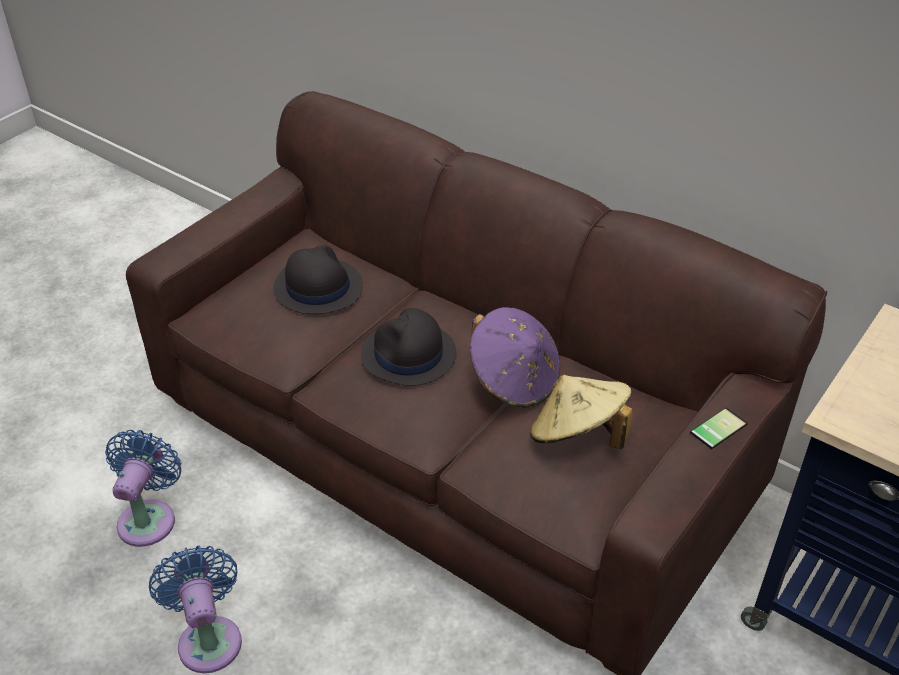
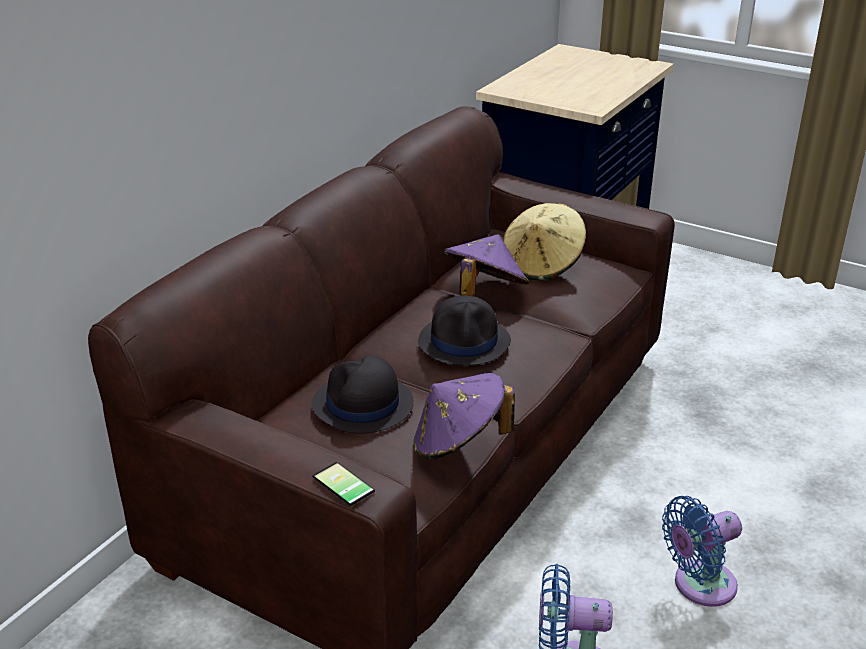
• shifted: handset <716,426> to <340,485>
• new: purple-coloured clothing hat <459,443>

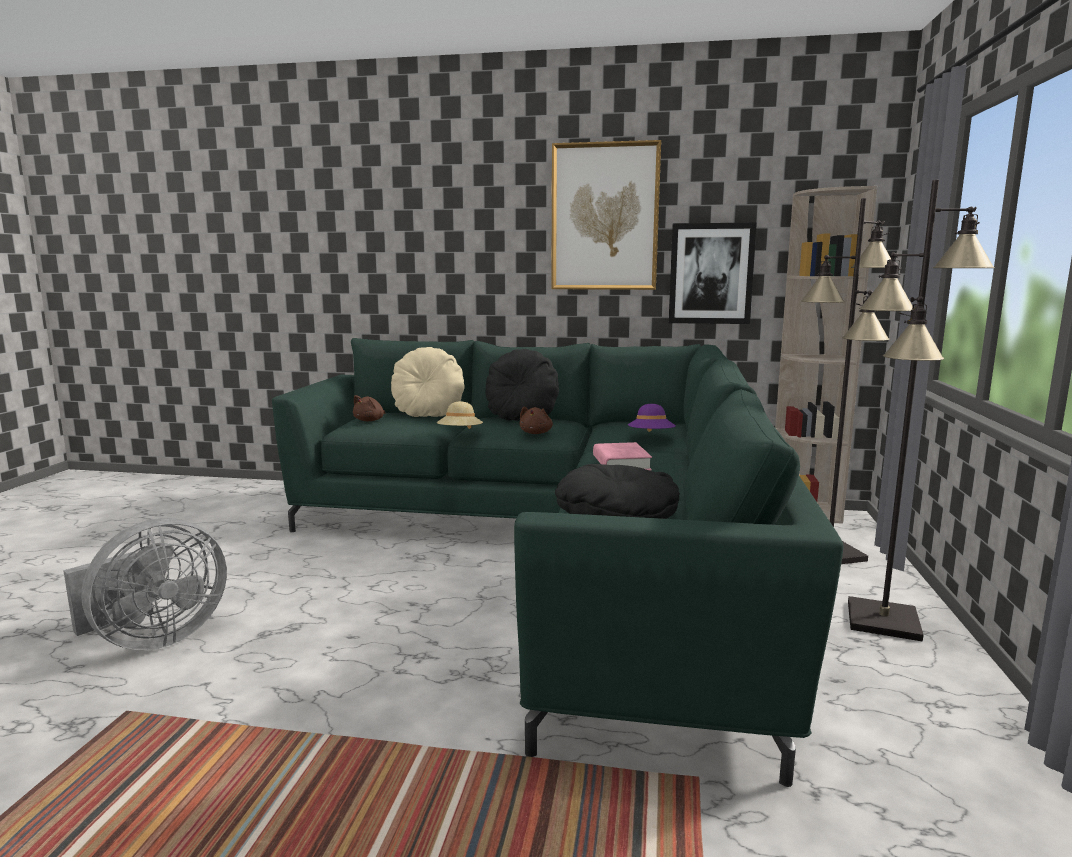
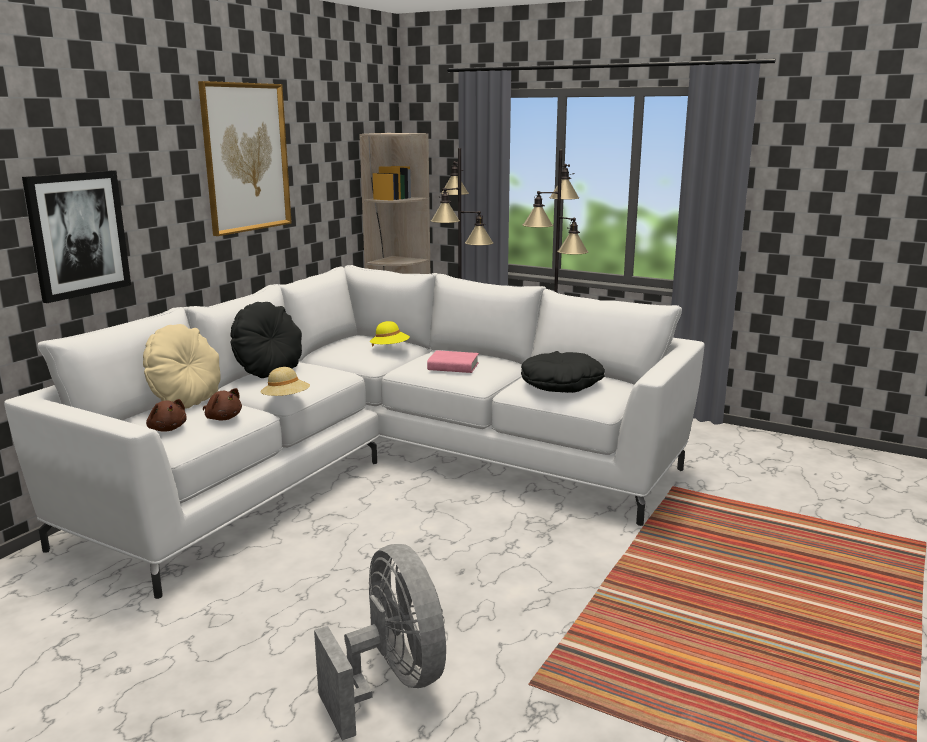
• repainted: green couch <561,555> to whitish couch <381,469>
• shifted: brown-coloured plush toy <536,433> to <223,418>
• repainted: purple-coloured clothing hat <651,437> to yellow clothing hat <390,348>
• shifted: wall picture <711,274> to <78,234>

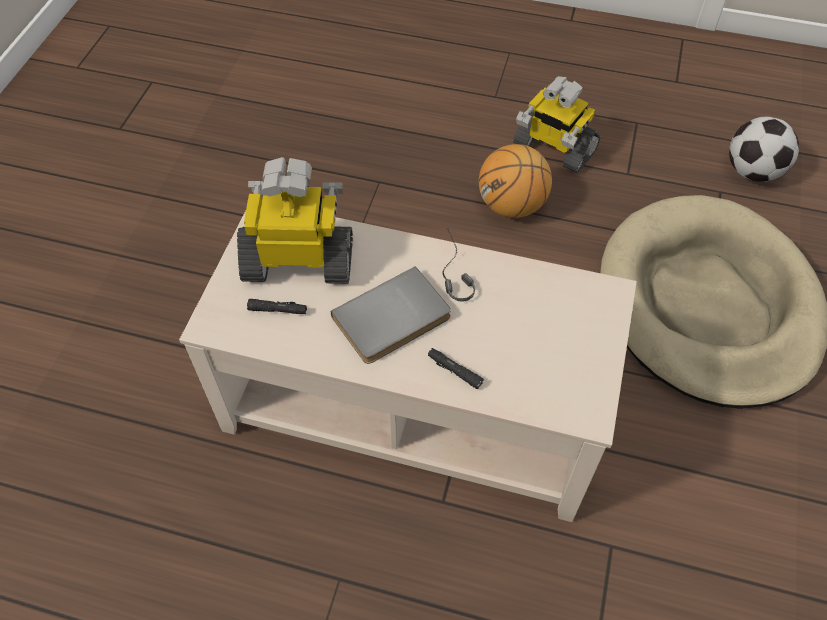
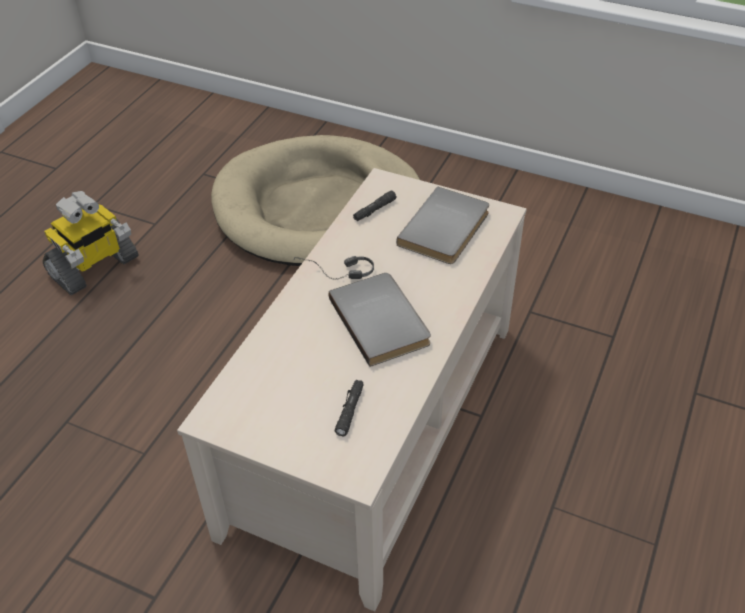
• gone: model robot <300,260>
• shifted: black-coloured hand torch <454,371> to <374,210>
• gone: basketball <511,205>
• gone: football <752,172>
• new: grey volume <447,229>

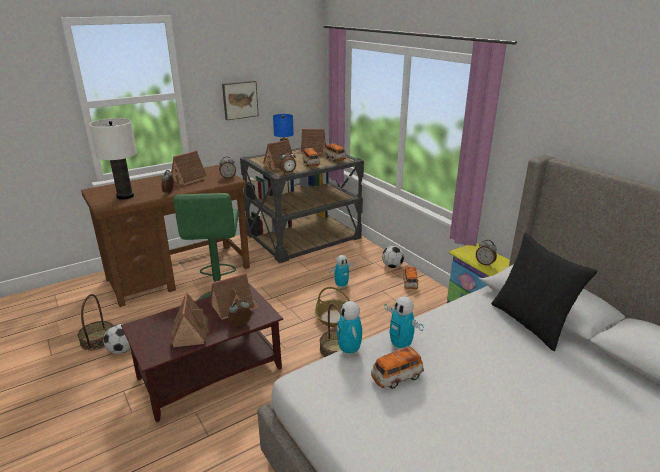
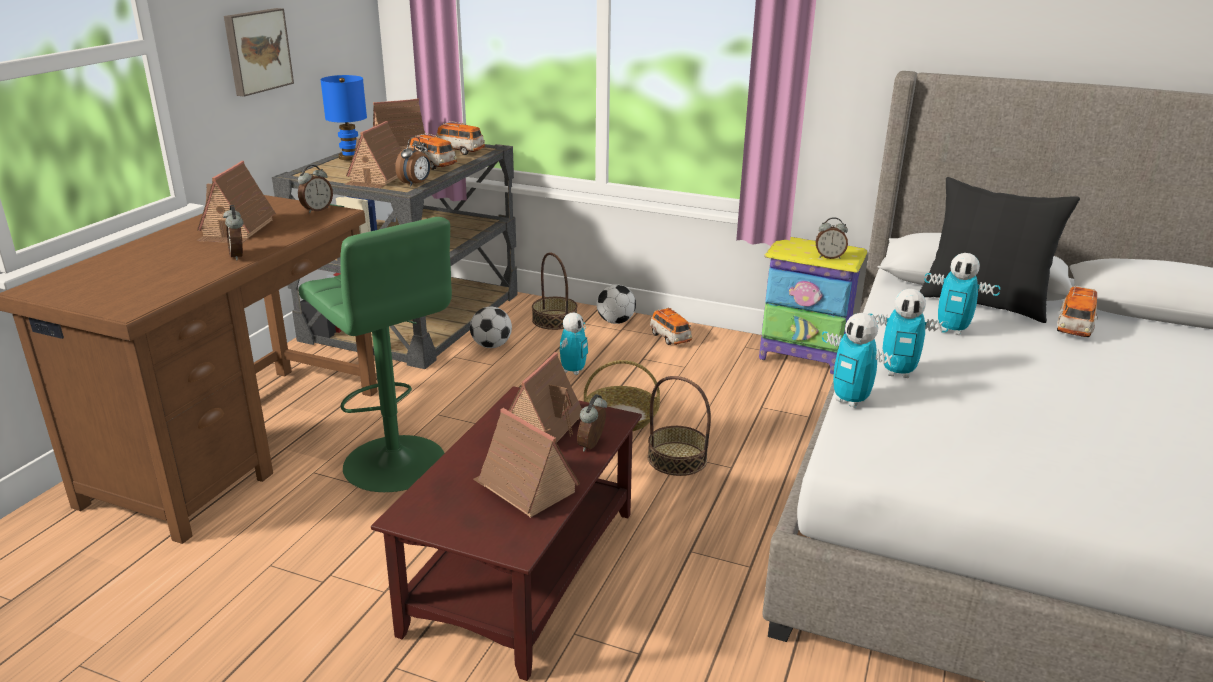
• shifted: household basket <98,340> to <555,320>
• gone: whitish table lamp <125,196>
• shifted: football <122,350> to <492,345>
• shifted: miniature car <396,377> to <1074,328>
• new: model robot <952,330>

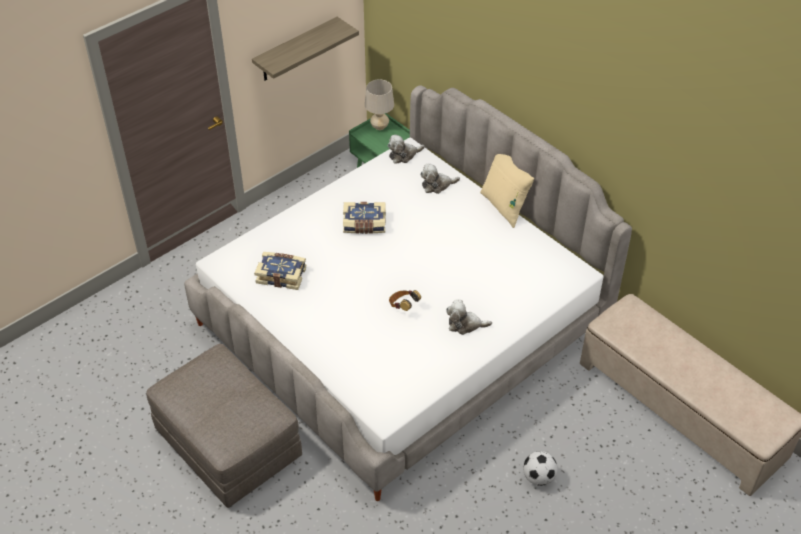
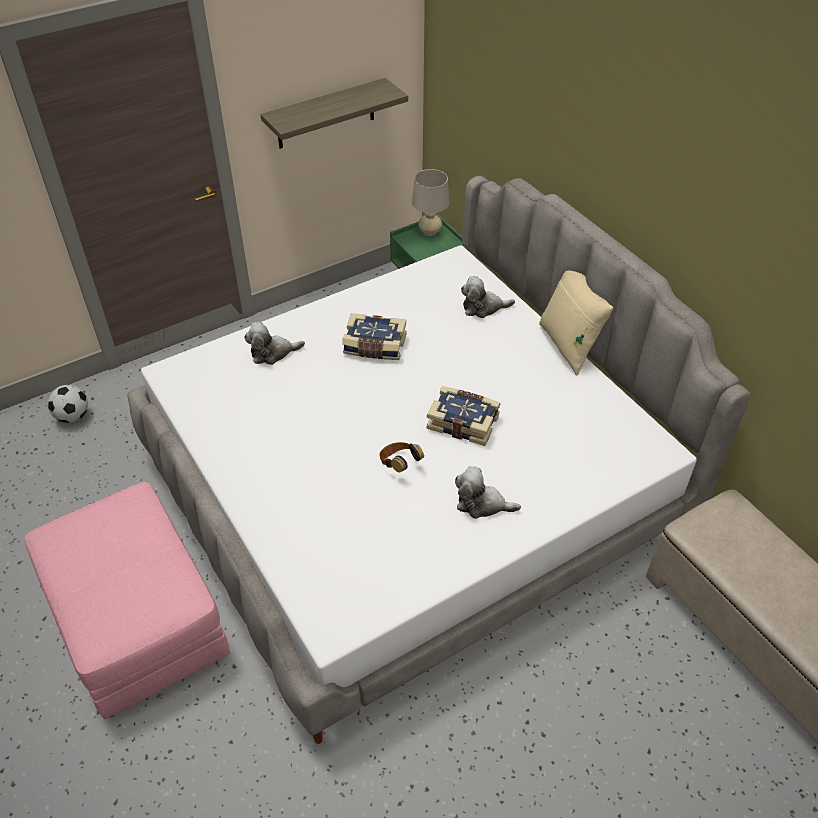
• repainted: grey footrest <229,443> to pink footrest <139,620>
• shifted: volume <281,275> to <463,422>
• shifted: plush toy <403,155> to <272,353>
• shifted: football <538,477> to <73,416>

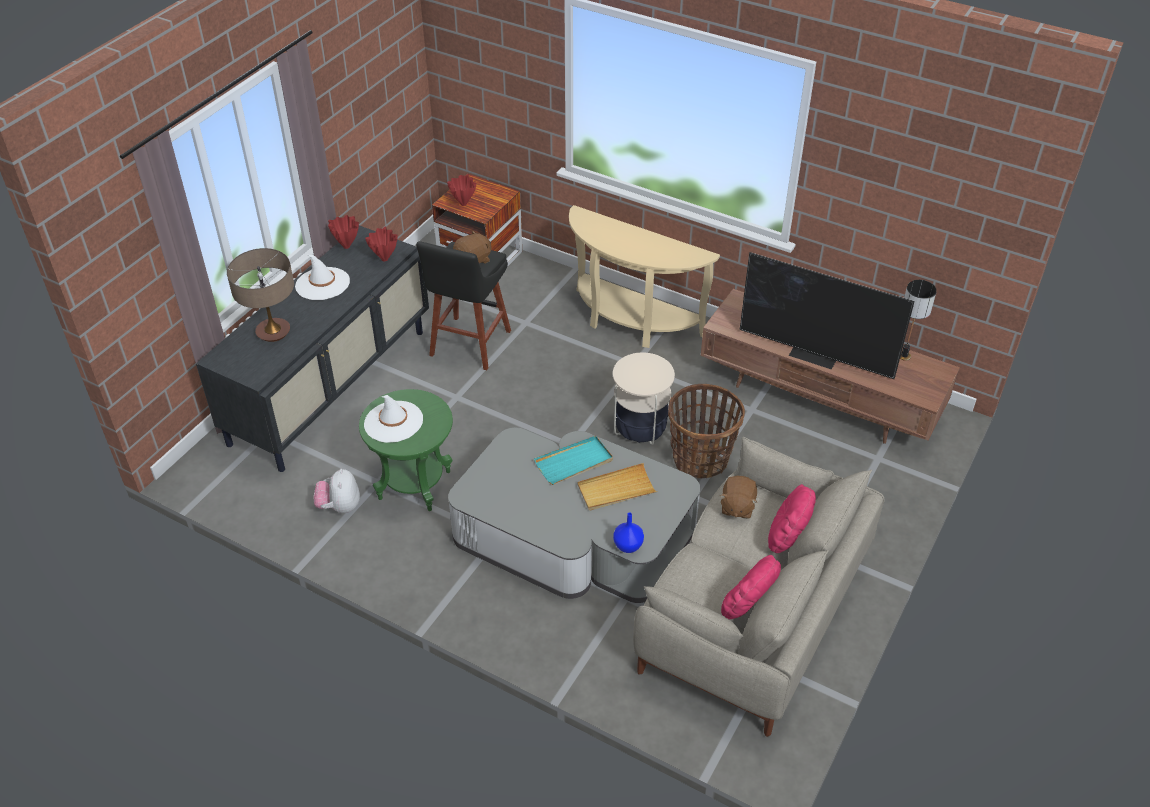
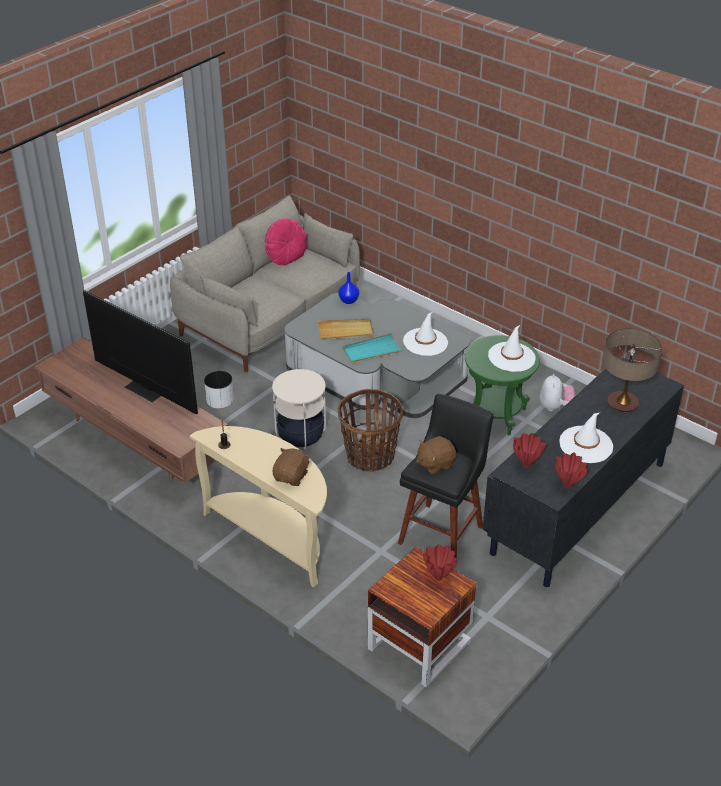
• shifted: household basket <700,459> to <370,456>
• shifted: brown-coloured plush toy <737,507> to <291,477>
• gone: pink pillow <787,539>
• shifted: table lamp <904,356> to <224,445>
• new: whitish clothing hat <425,342>

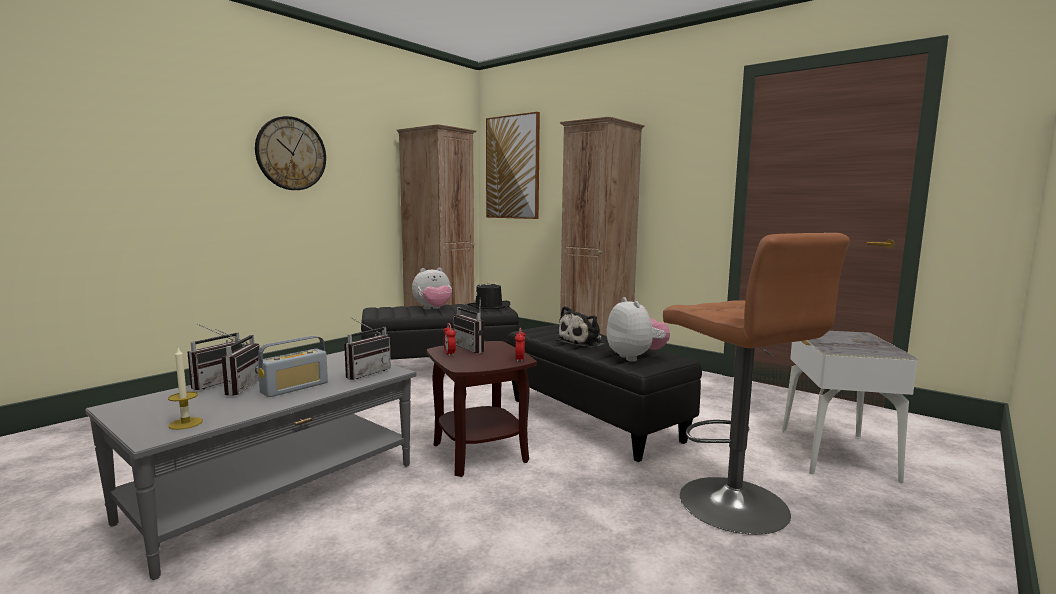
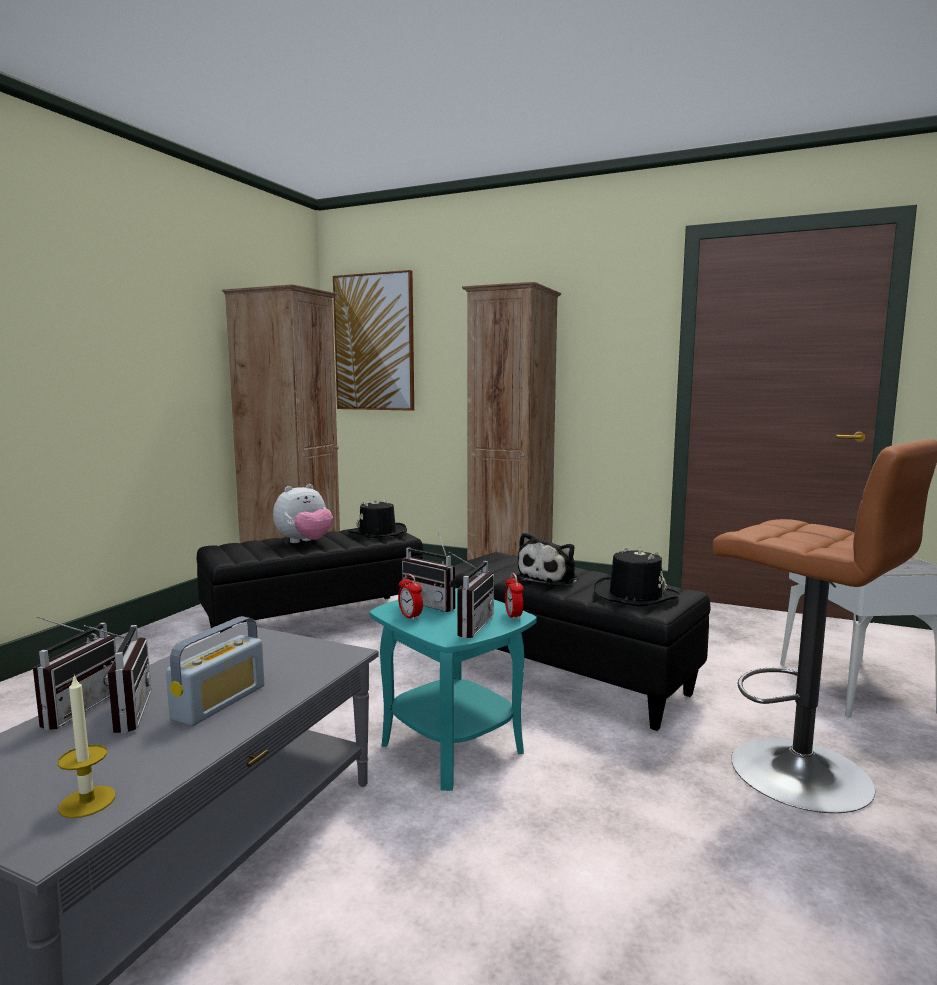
• gone: clock on the wall <291,154>
• shifted: radio receiver <365,373> to <468,626>
• repainted: brown-coloured end table <480,452> to blue-green end table <453,747>
• swapped: plush toy <635,357> to black-coloured clothing hat <634,595>

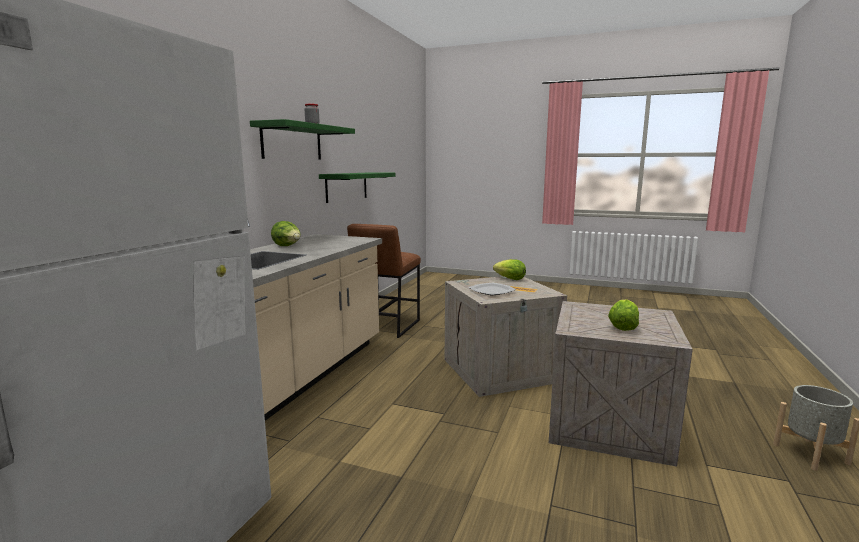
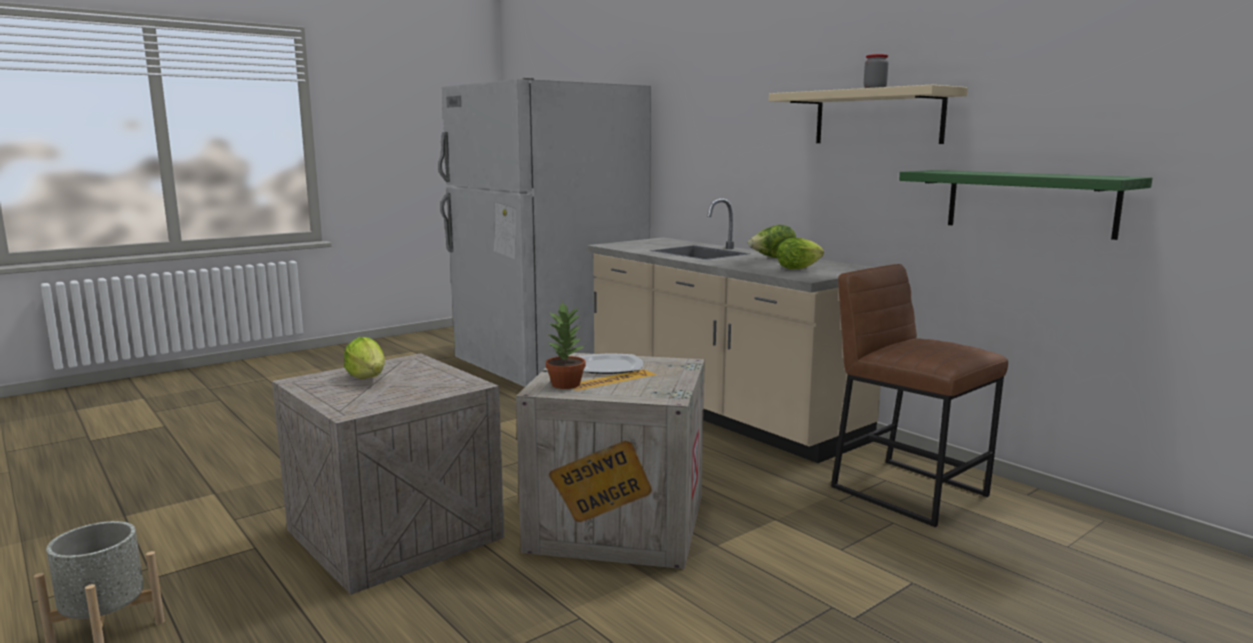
• repainted: green wall shelf <292,142> to sand-coloured wall shelf <877,117>
• shifted: lettuce head <510,279> to <797,268>
• new: plant in a pot <566,384>

